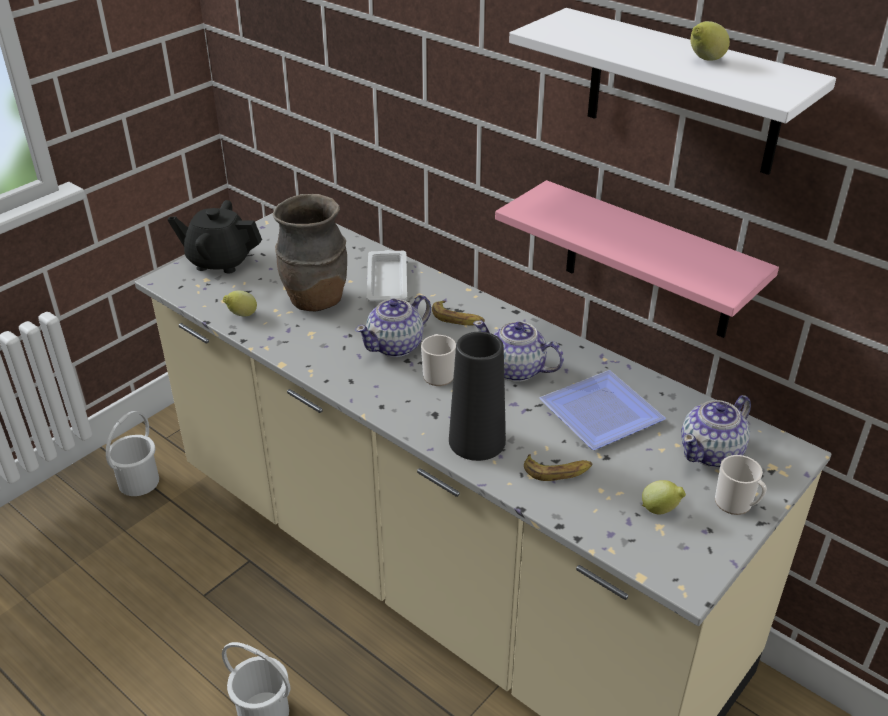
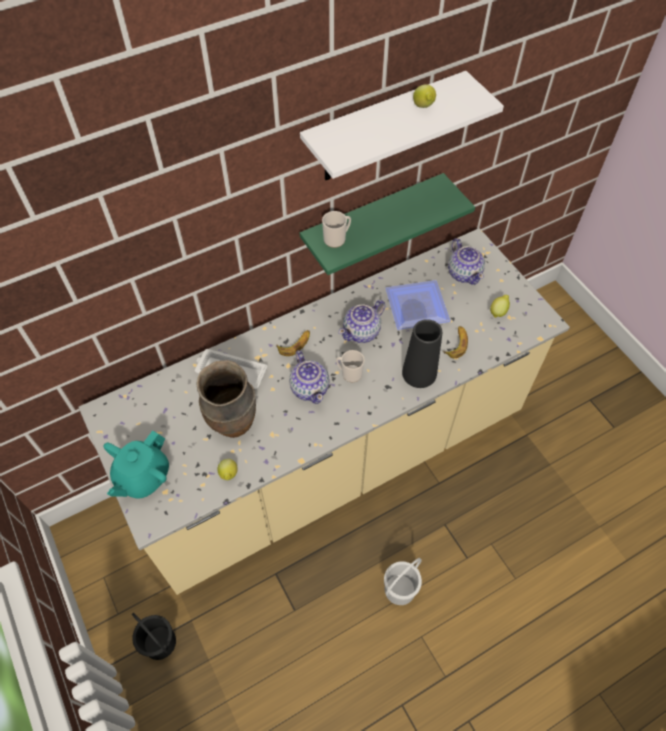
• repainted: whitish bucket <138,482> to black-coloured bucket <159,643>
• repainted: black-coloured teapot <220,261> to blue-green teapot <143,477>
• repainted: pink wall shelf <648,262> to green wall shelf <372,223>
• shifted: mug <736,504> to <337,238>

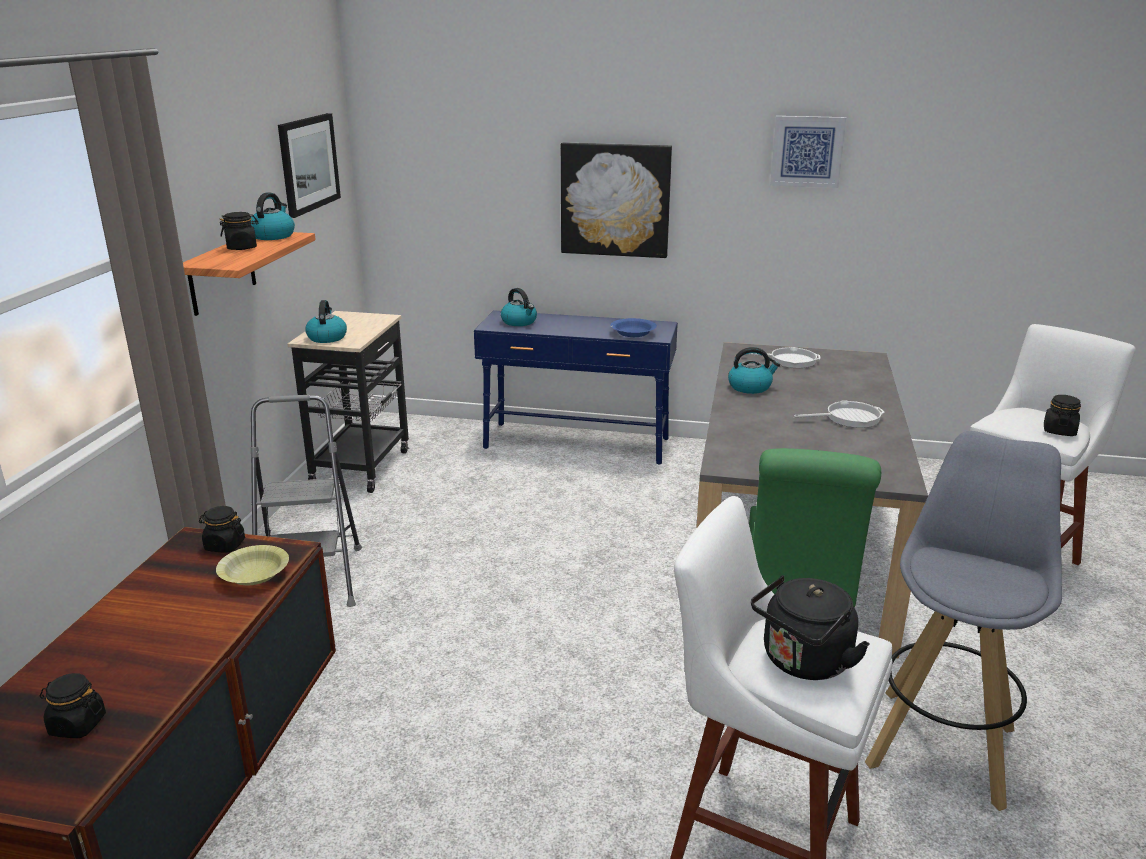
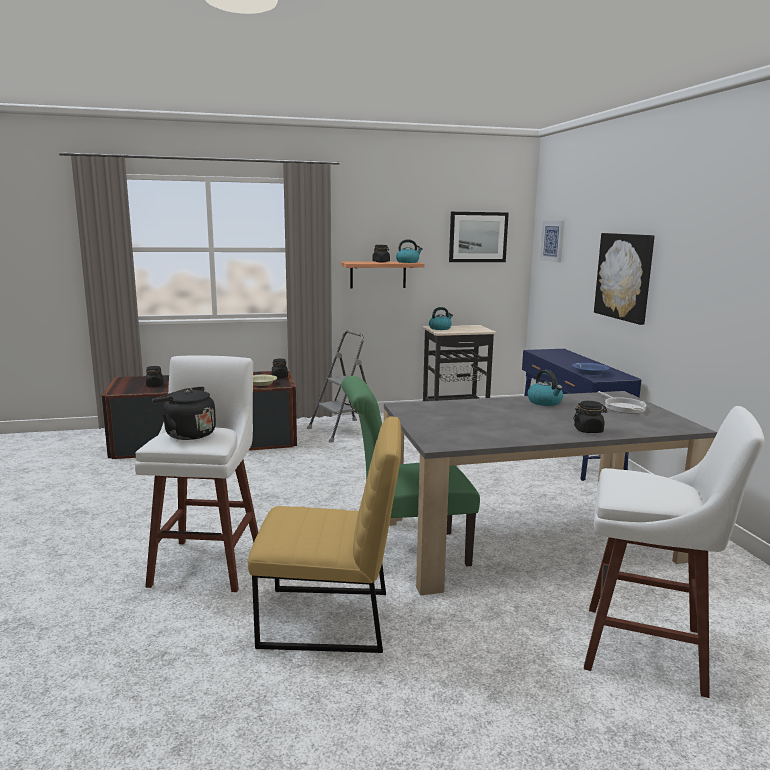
• gone: tea kettle <519,322>
• shifted: wall picture <807,151> to <553,241>
• gone: skillet <848,418>
• swapped: grey sitting stool <943,743> to yellow chair <329,619>
• shifted: black-coloured preserve jar <1059,431> to <588,430>

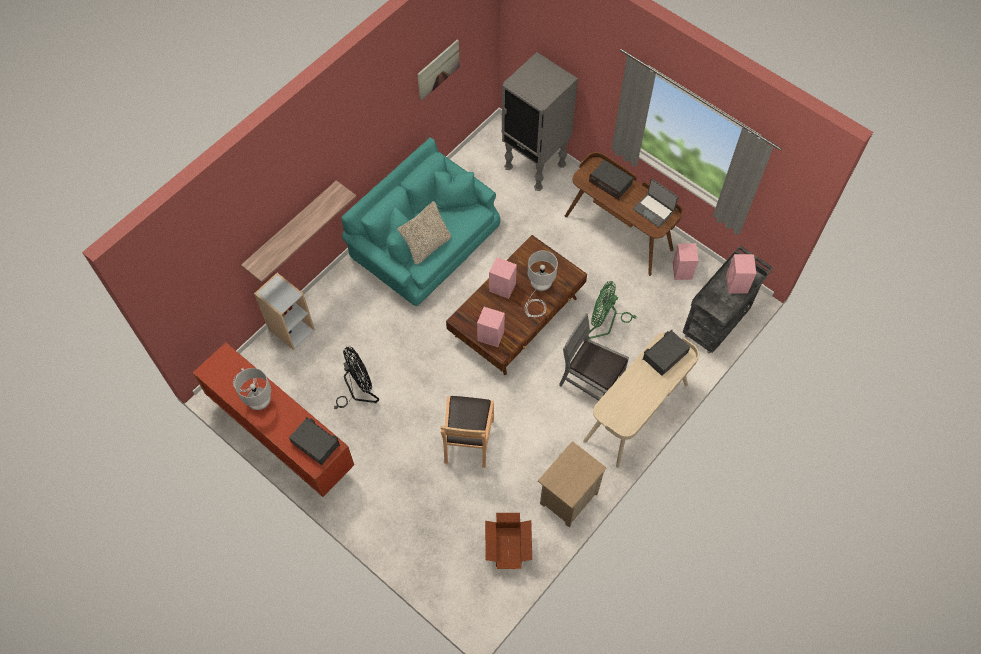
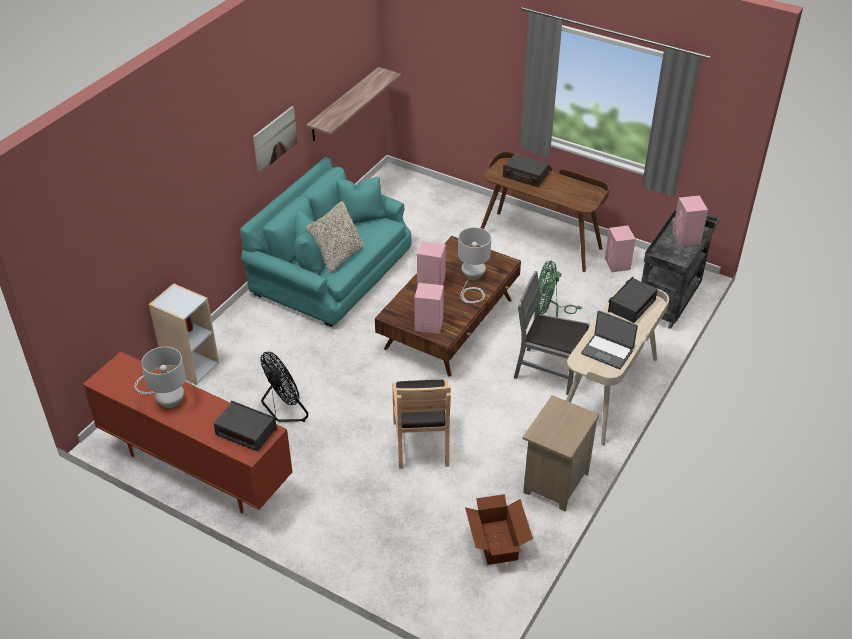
• shifted: wall shelf <291,228> to <344,104>
• shifted: wall picture <438,69> to <274,139>
• gone: grey cabinet <535,166>
• shifted: portable computer <653,210> to <607,351>

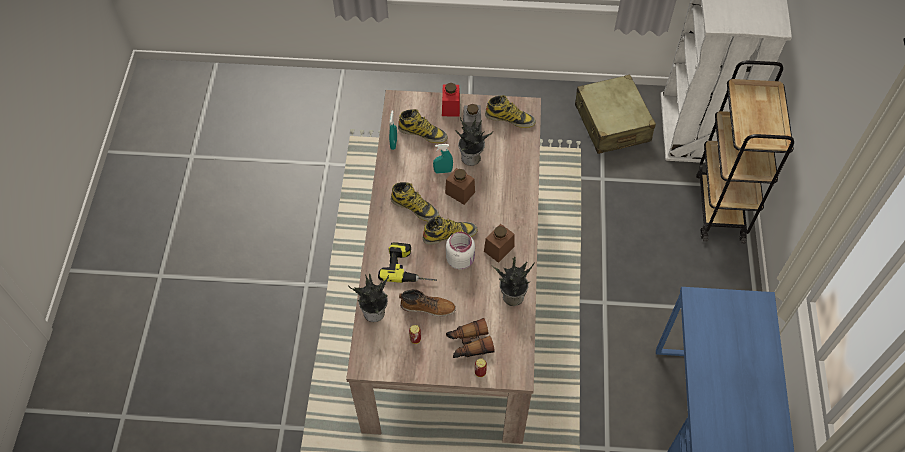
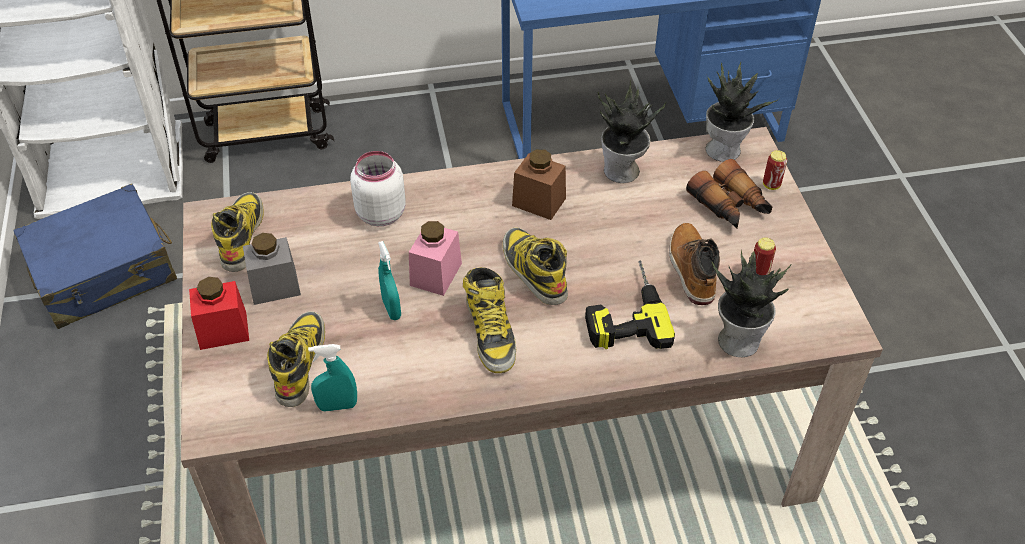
• rotated: high-top boot <415,207> = <491,332> 150 degrees clockwise
• repainted: brown-coloured preserve jar <460,192> to pink preserve jar <436,274>
• shifted: whitish preserve jar <460,259> to <379,213>
• shifted: plant in a pot <471,158> to <724,149>
• repainted: sand-coloured suitcase <612,123> to blue-coloured suitcase <104,272>

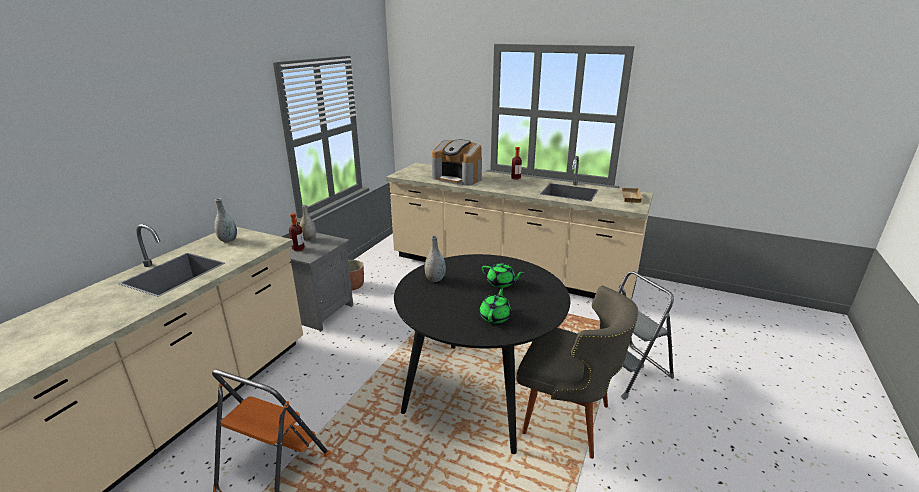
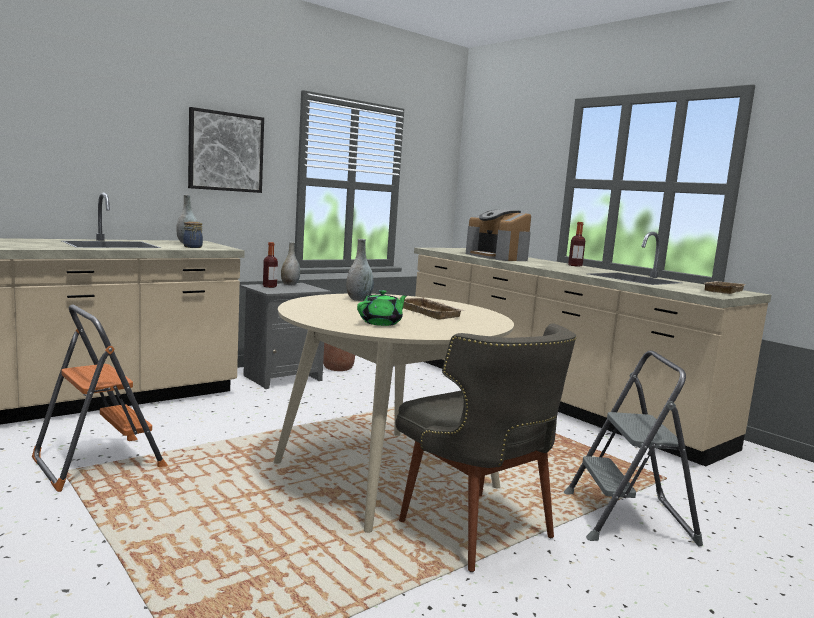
• repainted: black-coloured kitchen table <479,393> to sand-coloured kitchen table <385,475>
• swapped: green teapot <501,283> to sand-coloured serving tray <432,313>
• new: preserve jar <193,247>
• new: wall picture <225,152>

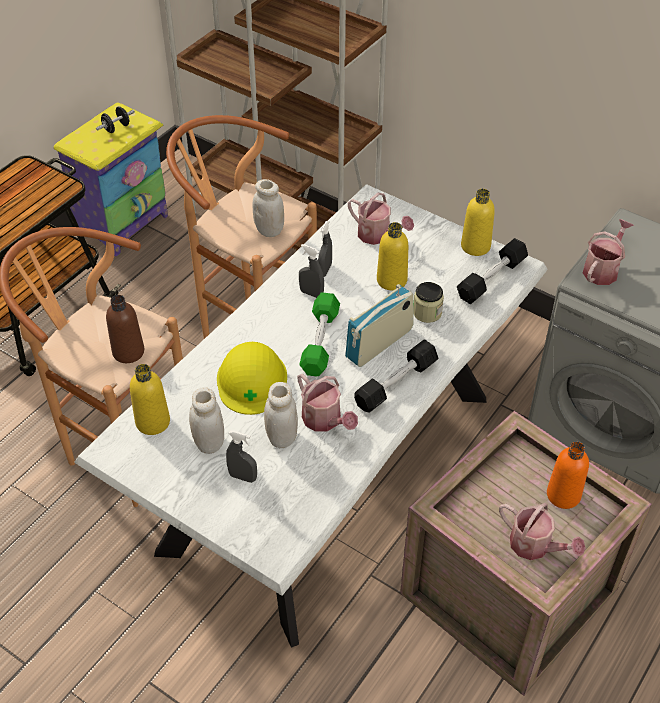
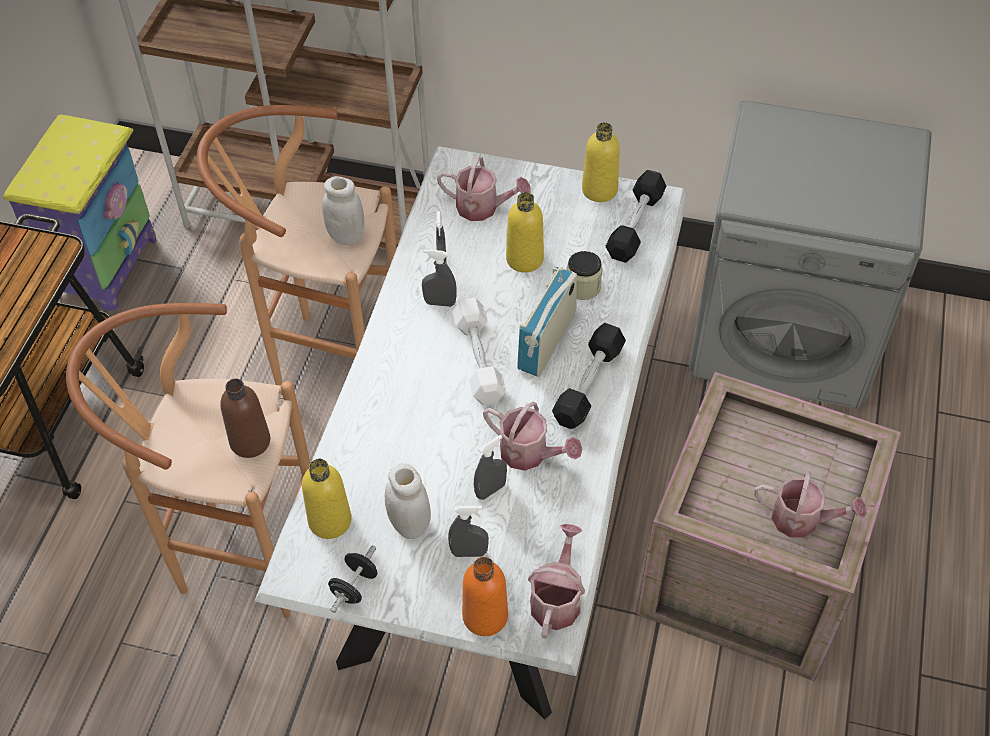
• shifted: black-coloured dumbbell <116,128> to <354,587>
• gone: yellow hard hat <252,380>
• swapped: whitish preserve jar <282,437> to grey spray bottle <490,490>
• repainted: green dumbbell <320,342> to whitish dumbbell <478,360>
• shifted: orangey drink bottle <563,495> to <485,616>
• shifted: watering can <602,269> to <557,598>

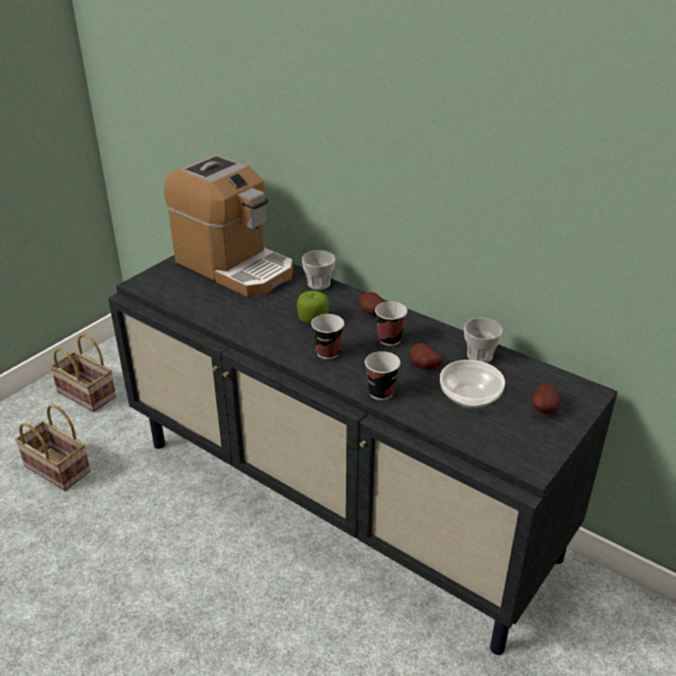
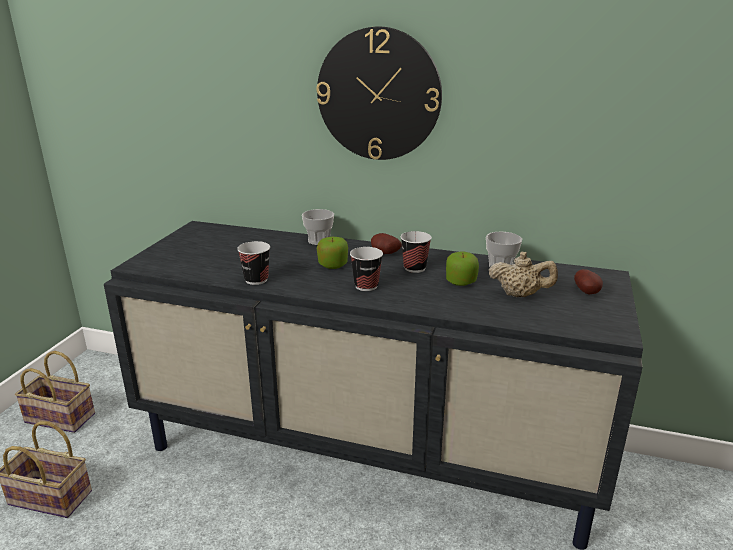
• gone: coffee maker <234,266>
• shifted: cup <381,392> to <256,280>
• swapped: whole potato <423,367> to whole apple <461,282>
• swapped: bowl <471,397> to sand-coloured teapot <520,295>
• new: clock on the wall <378,95>

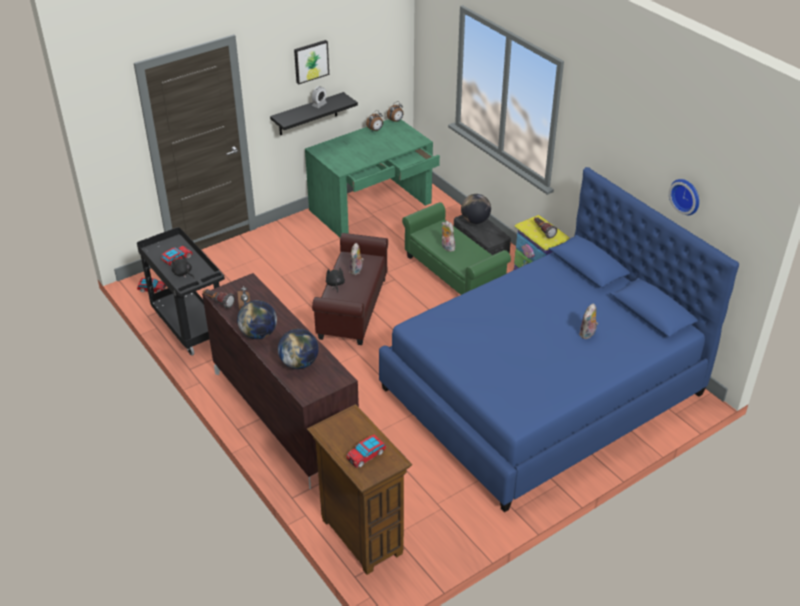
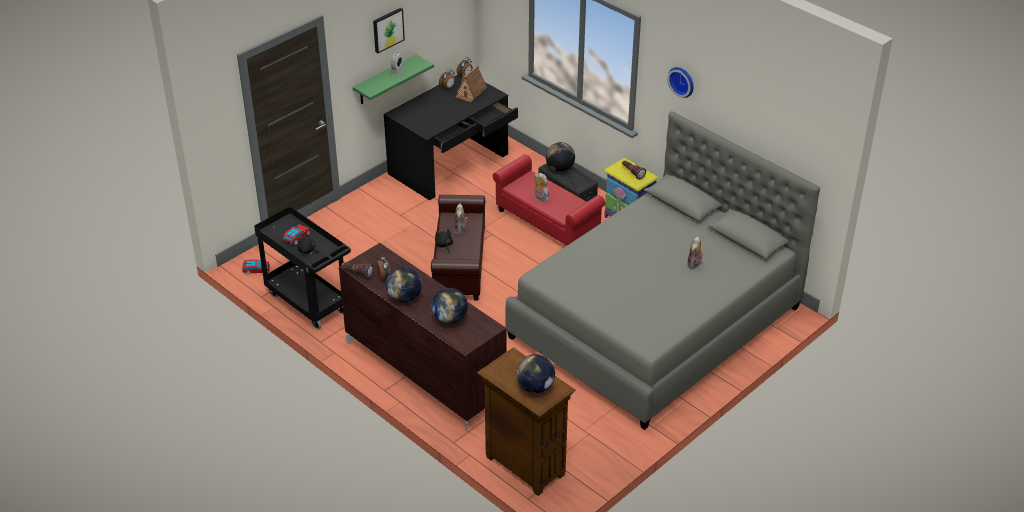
• repainted: black-coloured wall shelf <308,114> to green wall shelf <385,80>
• repainted: green desk table <375,209> to black-coloured desk table <453,166>
• swapped: miniature car <366,455> to globe <535,387>
• repainted: blue-coloured bedroom bed <542,391> to grey bedroom bed <655,322>
• repainted: green footrest <453,274> to reddish footrest <547,222>
• shifted: clock on the wall <686,196> to <682,81>
• new: miniature house <470,92>

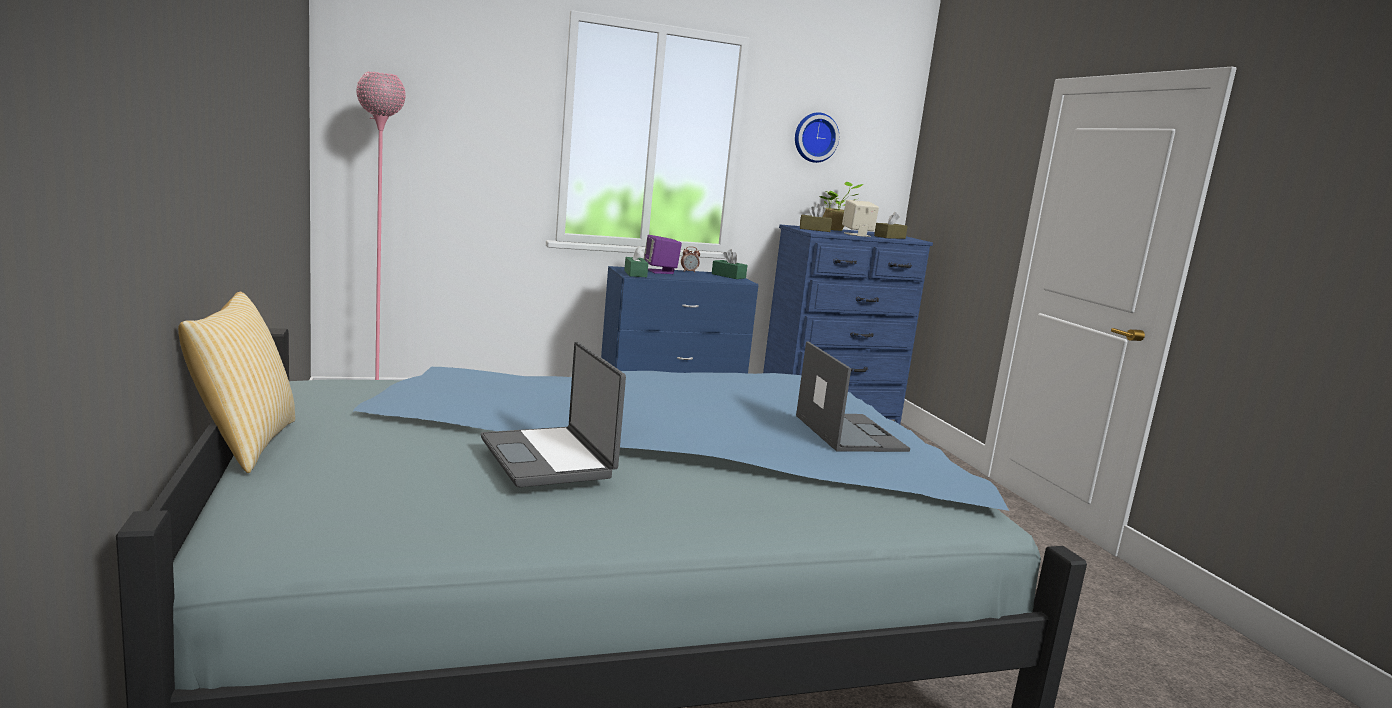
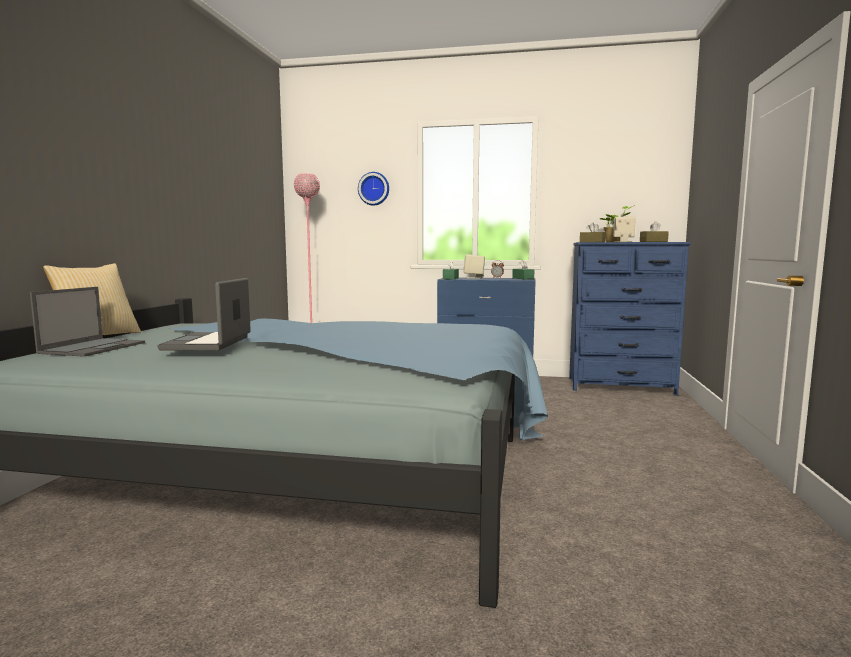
• repainted: purple-coloured loudspeaker <660,271> to sand-coloured loudspeaker <474,278>
• shifted: clock on the wall <815,137> to <374,189>
• shifted: portable computer <848,432> to <94,347>

